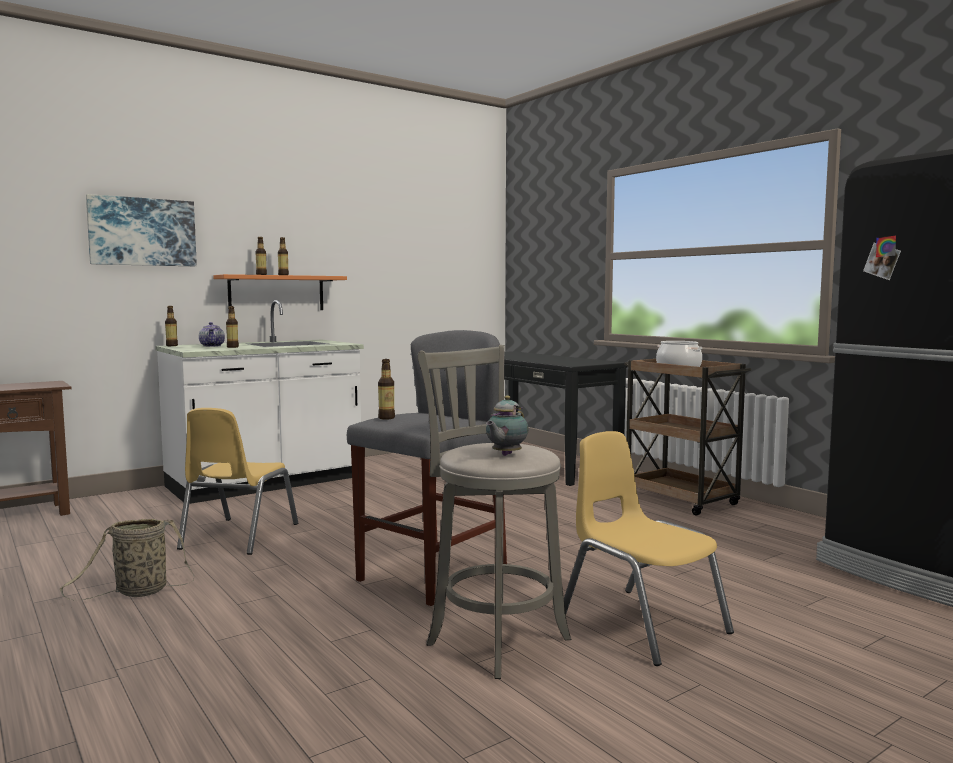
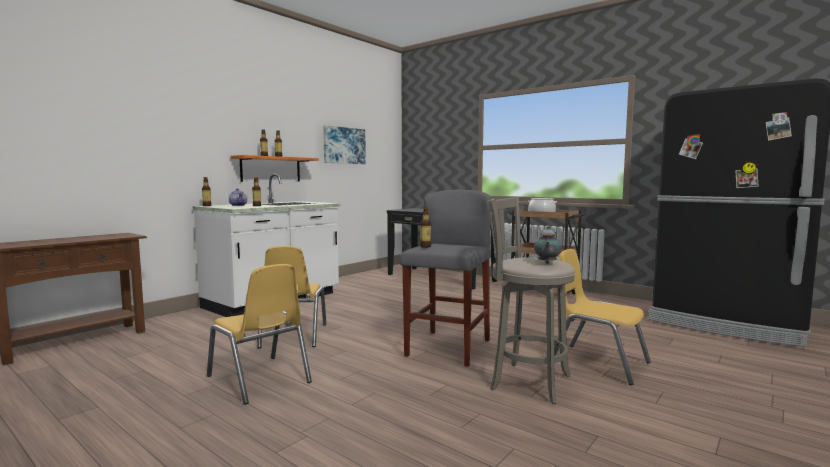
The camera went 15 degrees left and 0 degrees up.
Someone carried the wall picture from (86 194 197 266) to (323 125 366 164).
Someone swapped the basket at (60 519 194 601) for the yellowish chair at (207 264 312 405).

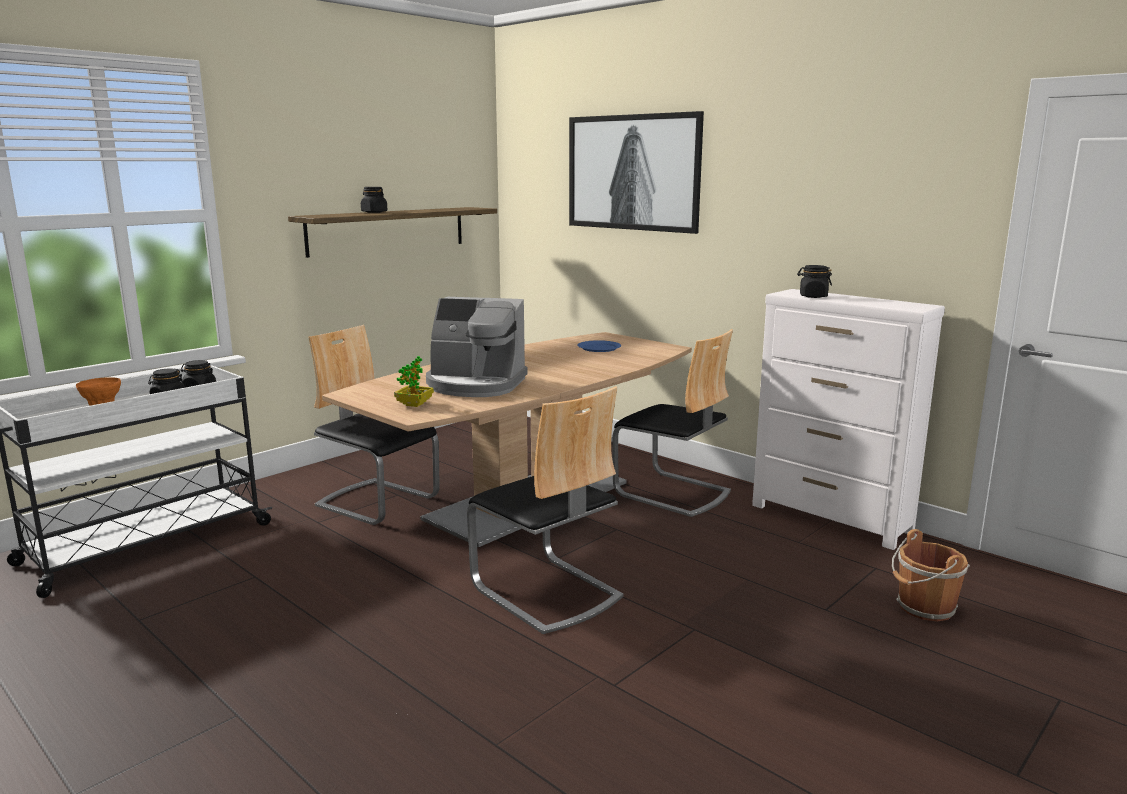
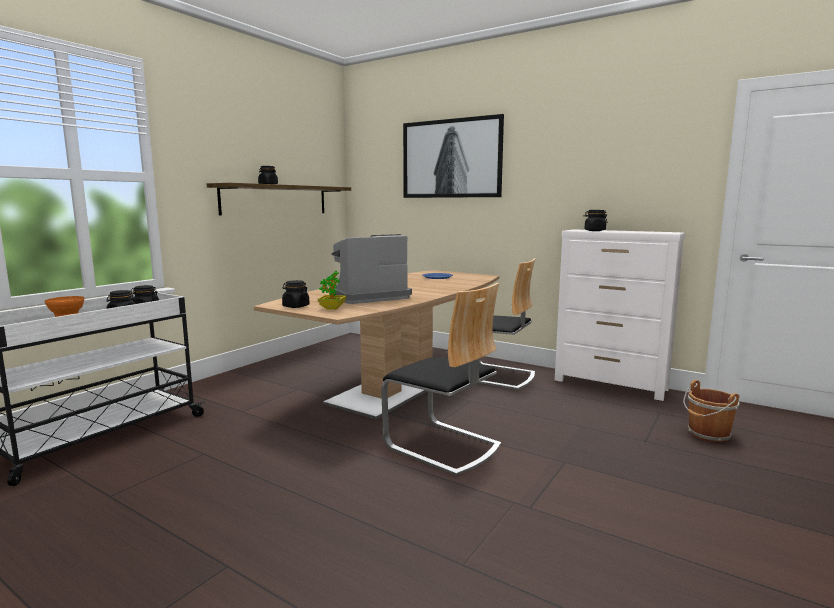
The camera went 10 degrees left and 5 degrees down.
Someone rotated the coffee brewer at (426 297 528 397) by 150 degrees clockwise.
Someone took away the chair at (308 325 440 525).
Someone put down the black-coloured jar at (282 280 309 308).

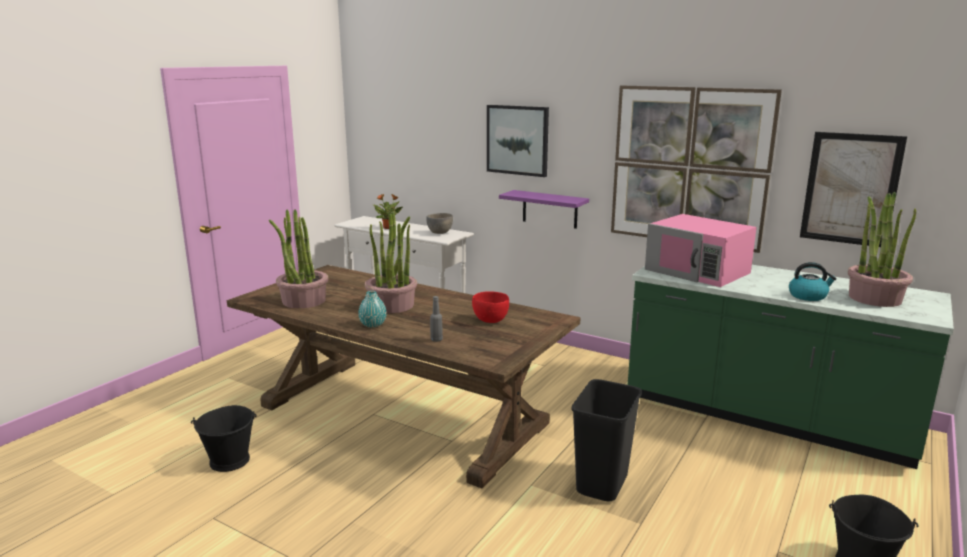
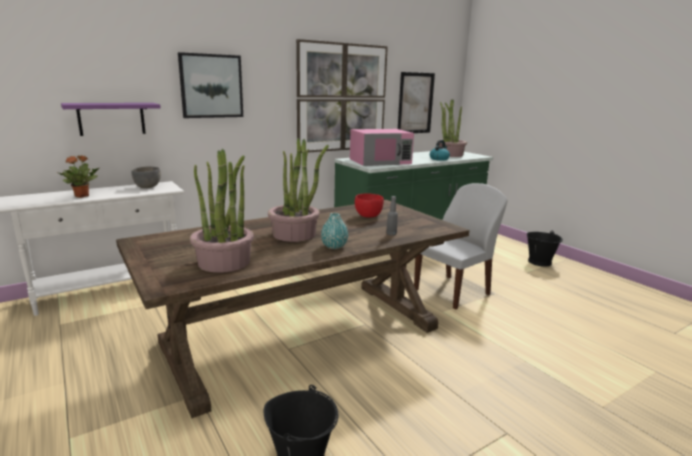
The camera went 65 degrees left and 0 degrees up.
Someone carried the purplish bracket shelf from (499 190 589 229) to (61 103 161 136).
Someone swapped the black-coloured rubbish bin at (571 379 642 501) for the white-coloured chair at (414 183 507 310).

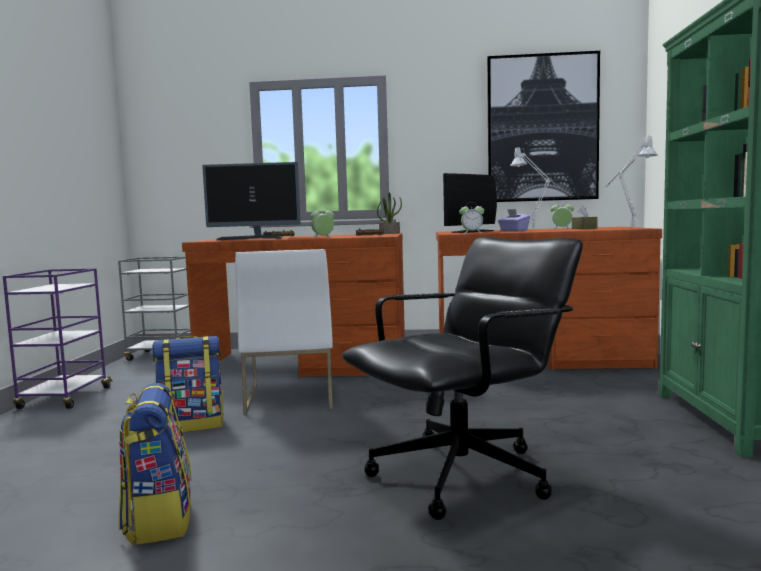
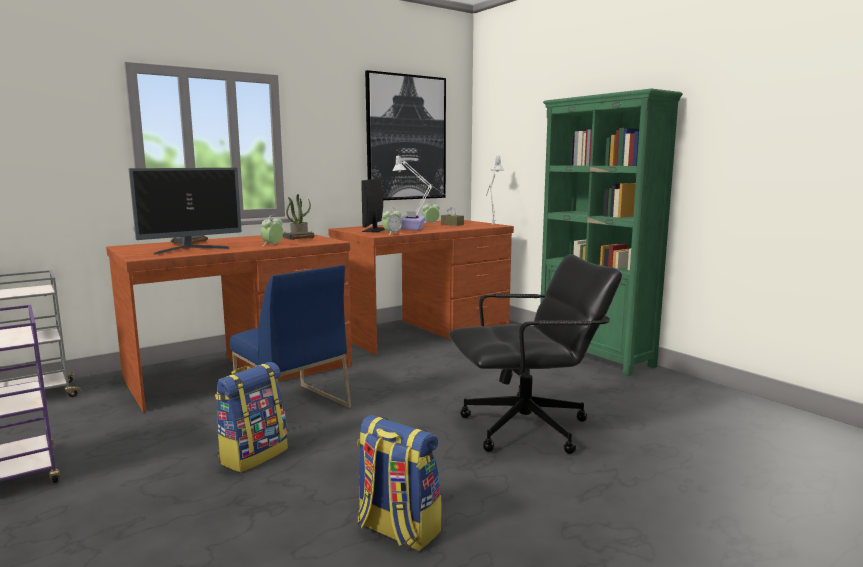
The camera went 40 degrees left and 5 degrees up.
Someone rotated the black-coloured desk chair at (342 237 583 520) by 60 degrees clockwise.
Someone repainted the white-coloured chair at (235 249 333 414), which became the bluish chair at (230 265 351 408).

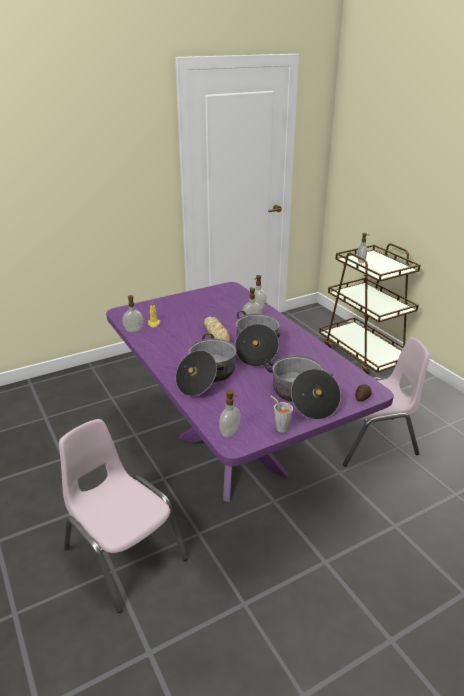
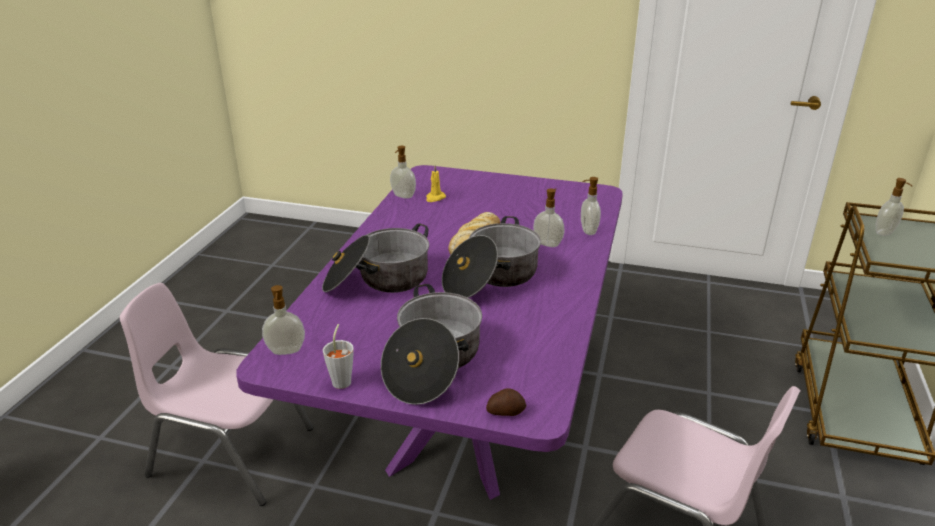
The camera went 45 degrees right and 0 degrees up.
Someone rotated the pinkish chair at (59 419 188 613) by 75 degrees counterclockwise.

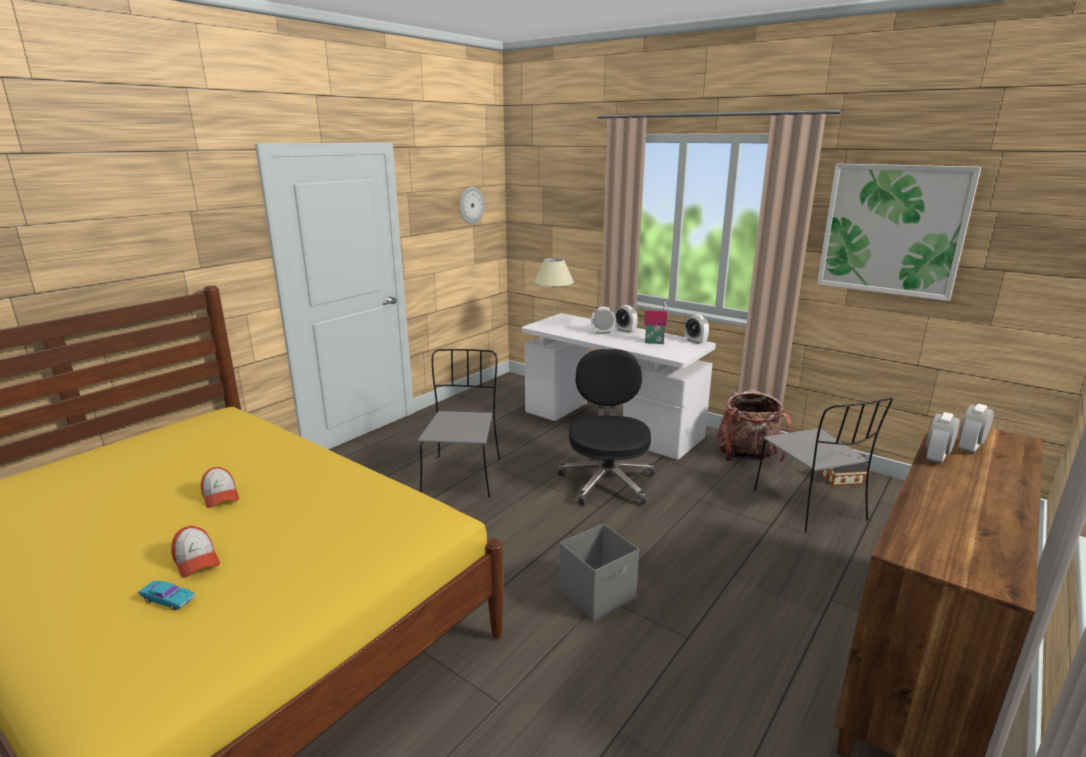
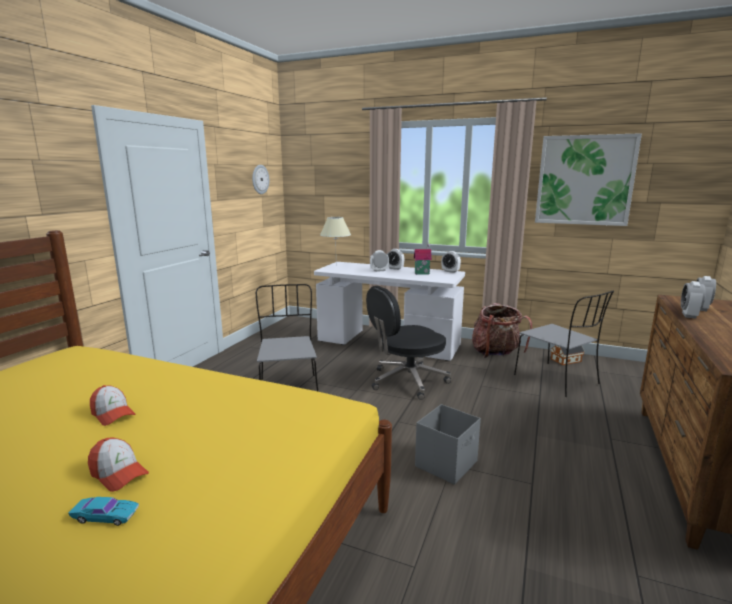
The camera went 15 degrees left and 5 degrees down.
Someone rotated the black-coloured desk chair at (558 349 655 506) by 105 degrees counterclockwise.

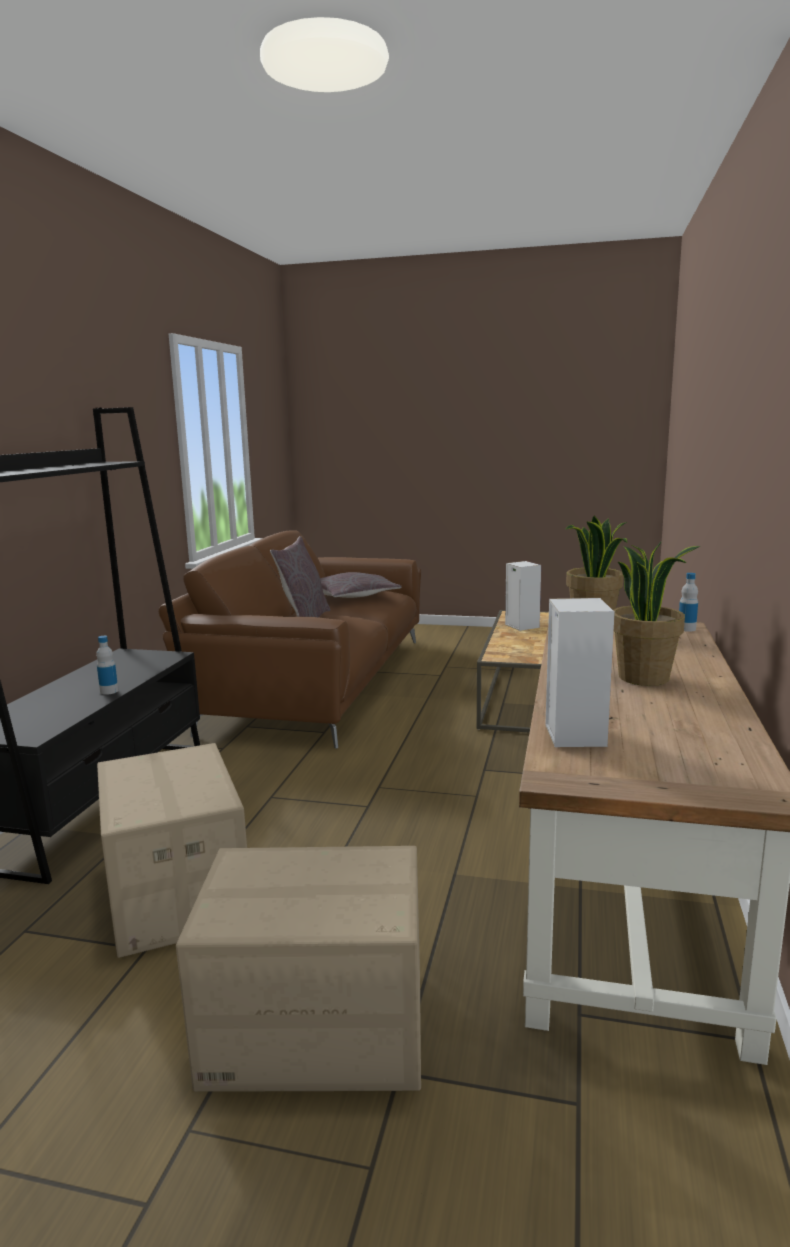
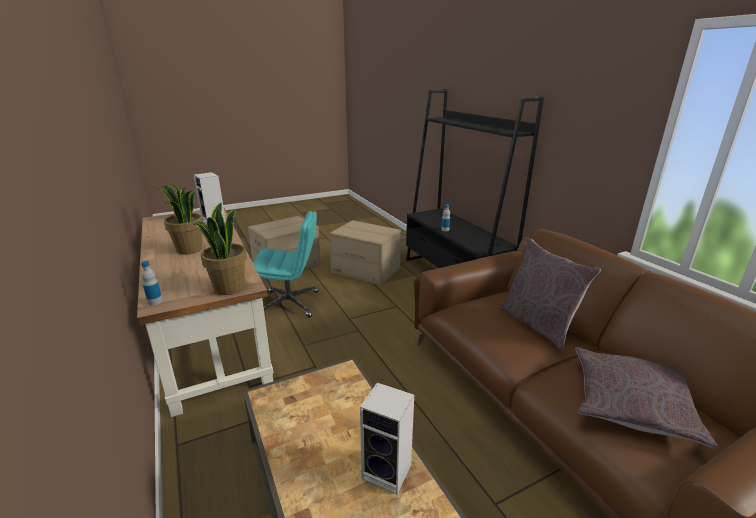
The camera went 140 degrees right and 10 degrees up.
Someone put down the turquoise-coloured desk chair at (253 211 319 318).

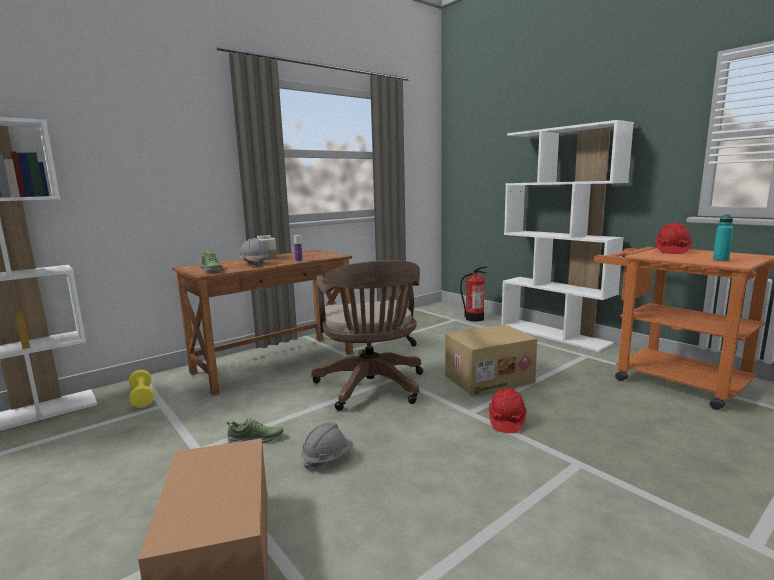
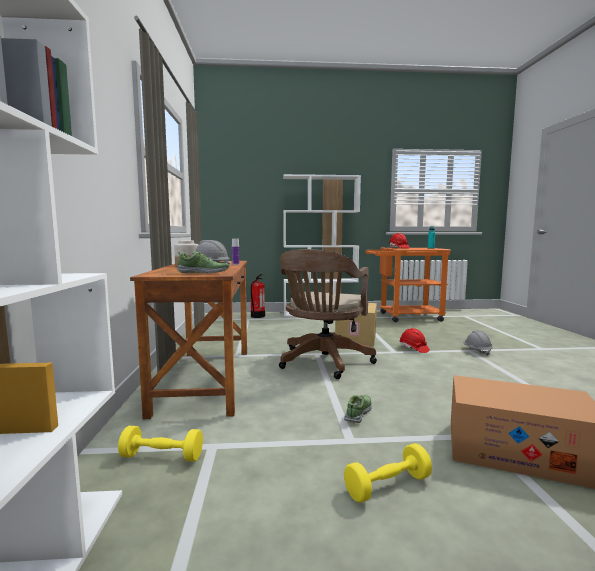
The camera went 55 degrees left and 5 degrees down.
Someone rotated the brown-coloured desk chair at (311 260 423 411) by 90 degrees clockwise.
Someone carried the gray safety helmet from (301 422 353 470) to (462 330 493 356).
Someone put down the yellowish dumbbell at (344 443 432 503).

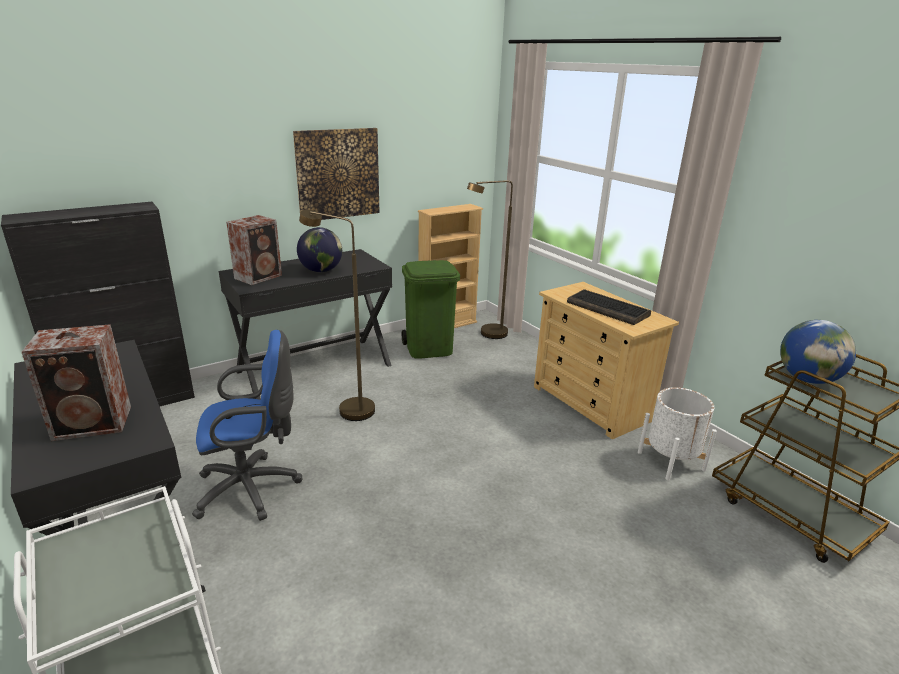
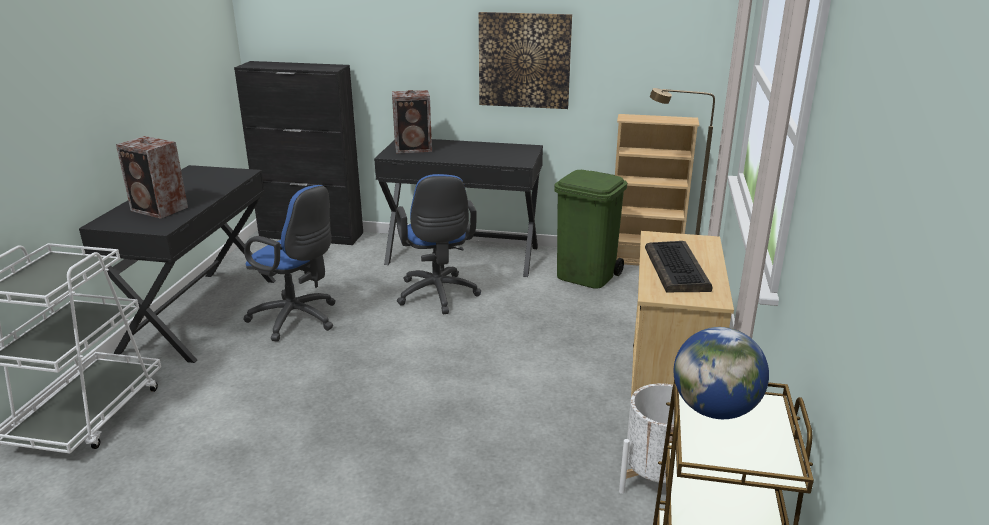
The camera went 45 degrees right and 0 degrees up.
Someone swapped the brown-coloured standard lamp at (299 210 375 421) for the bluish desk chair at (396 174 481 314).
Someone took away the world globe at (297 227 342 272).

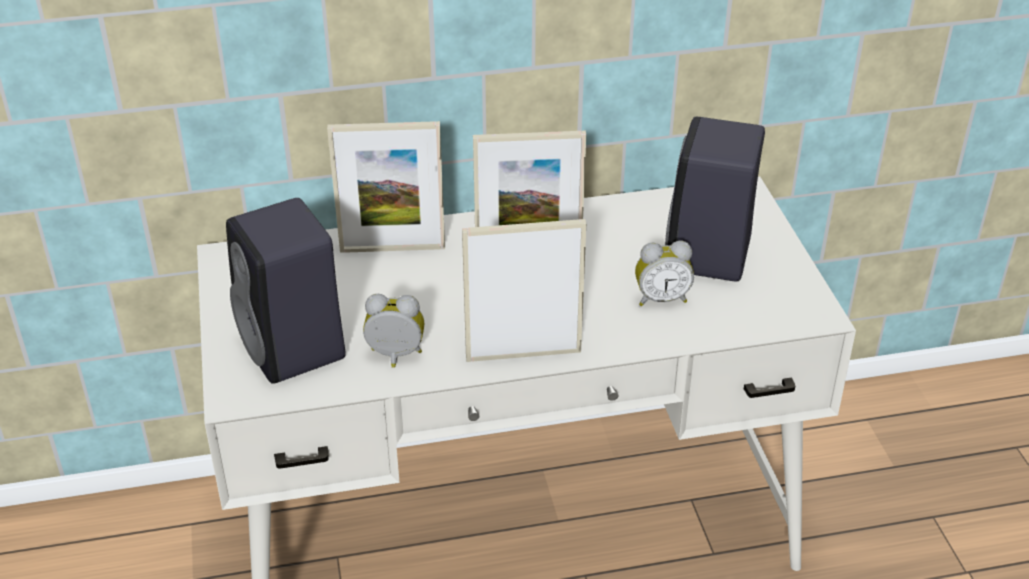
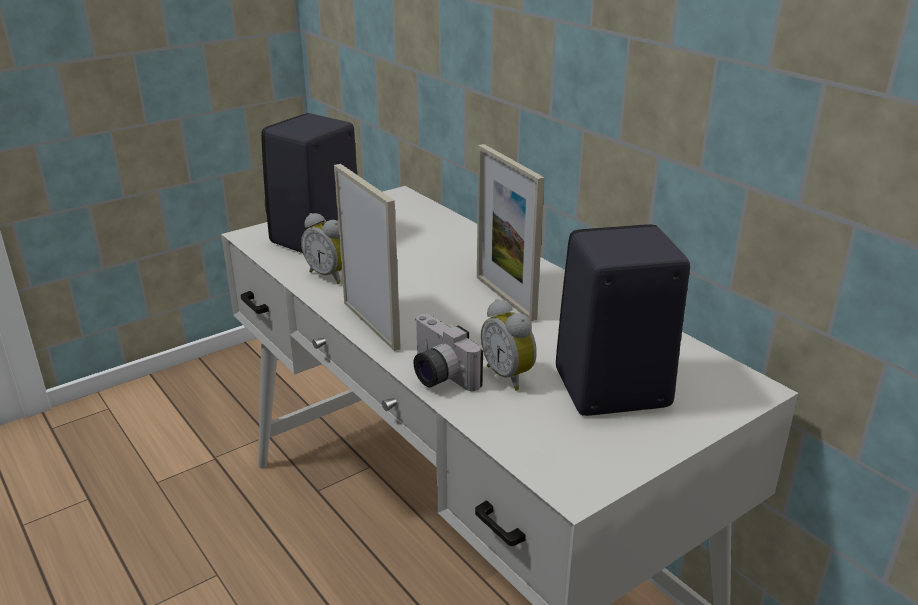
The camera went 65 degrees right and 10 degrees down.
Someone took away the photo frame at (327 121 445 253).
Someone rotated the bedside clock at (363 294 424 368) by 150 degrees clockwise.
Someone put down the still camera at (414 314 483 391).

